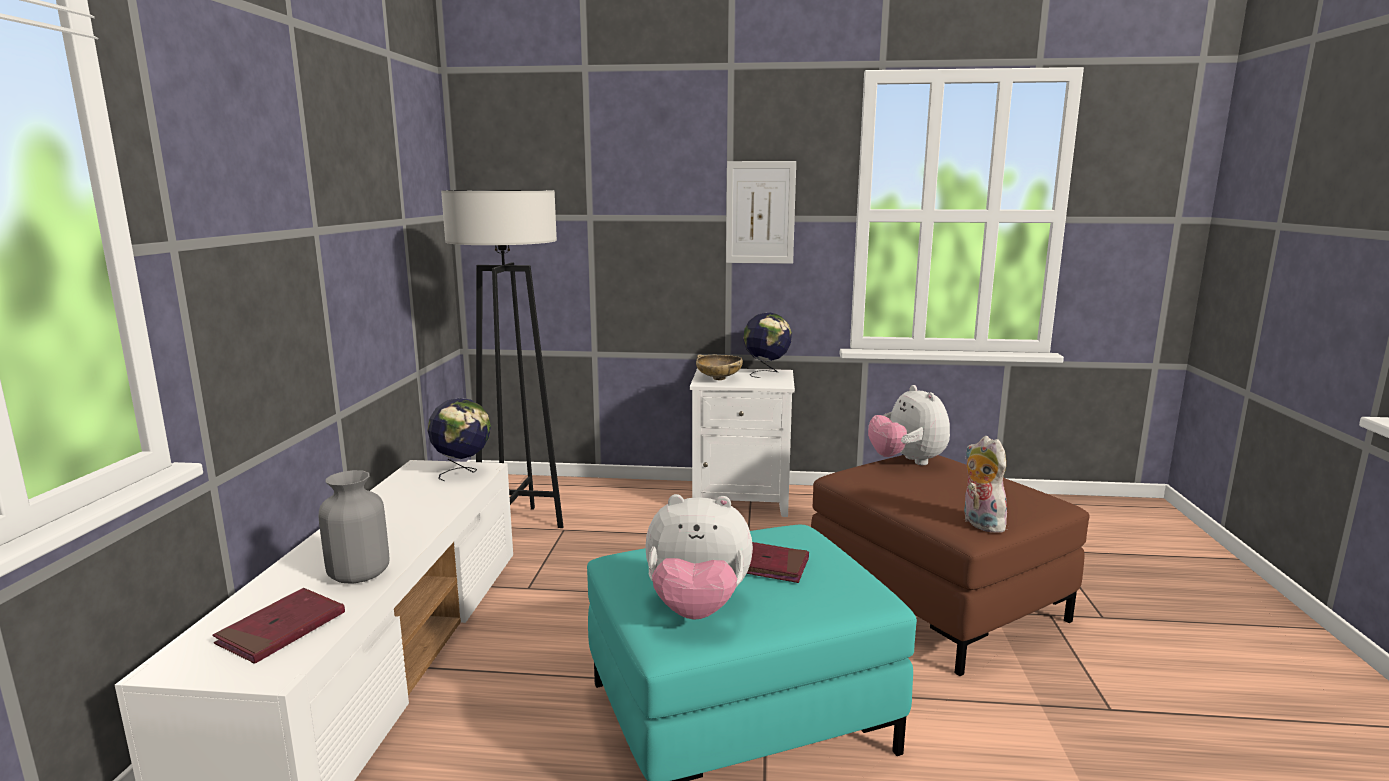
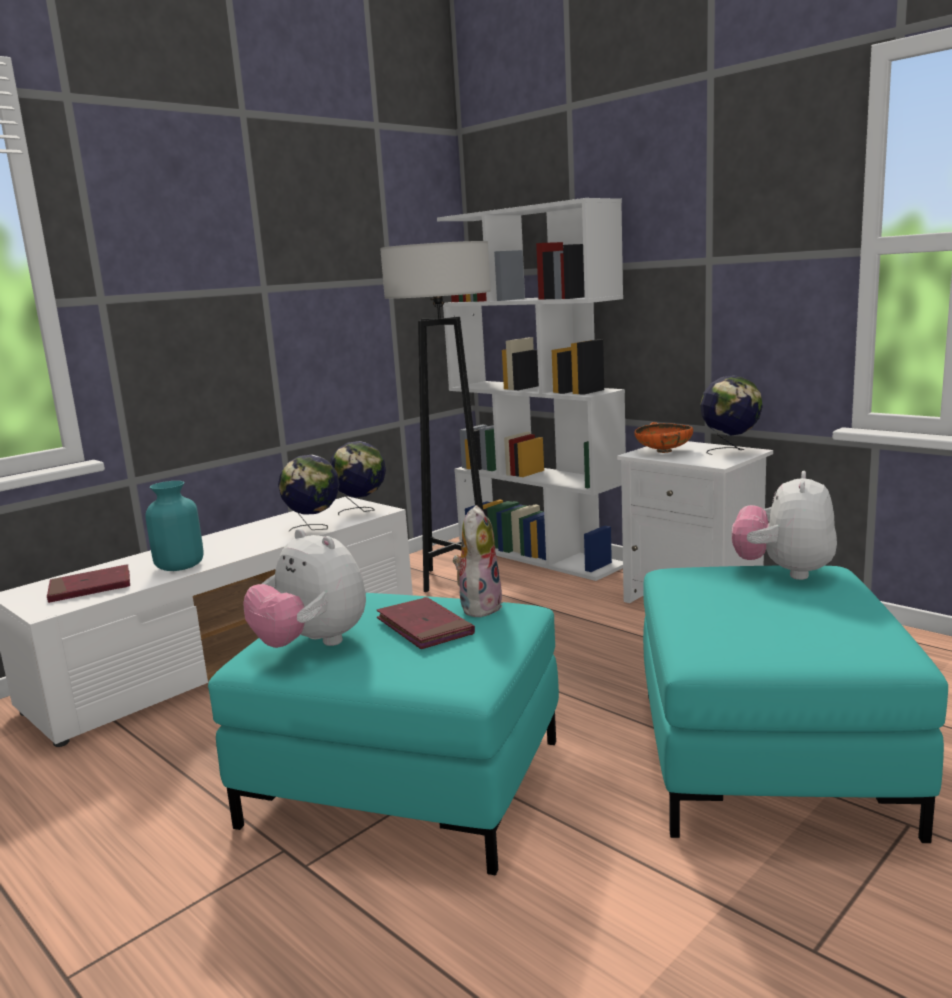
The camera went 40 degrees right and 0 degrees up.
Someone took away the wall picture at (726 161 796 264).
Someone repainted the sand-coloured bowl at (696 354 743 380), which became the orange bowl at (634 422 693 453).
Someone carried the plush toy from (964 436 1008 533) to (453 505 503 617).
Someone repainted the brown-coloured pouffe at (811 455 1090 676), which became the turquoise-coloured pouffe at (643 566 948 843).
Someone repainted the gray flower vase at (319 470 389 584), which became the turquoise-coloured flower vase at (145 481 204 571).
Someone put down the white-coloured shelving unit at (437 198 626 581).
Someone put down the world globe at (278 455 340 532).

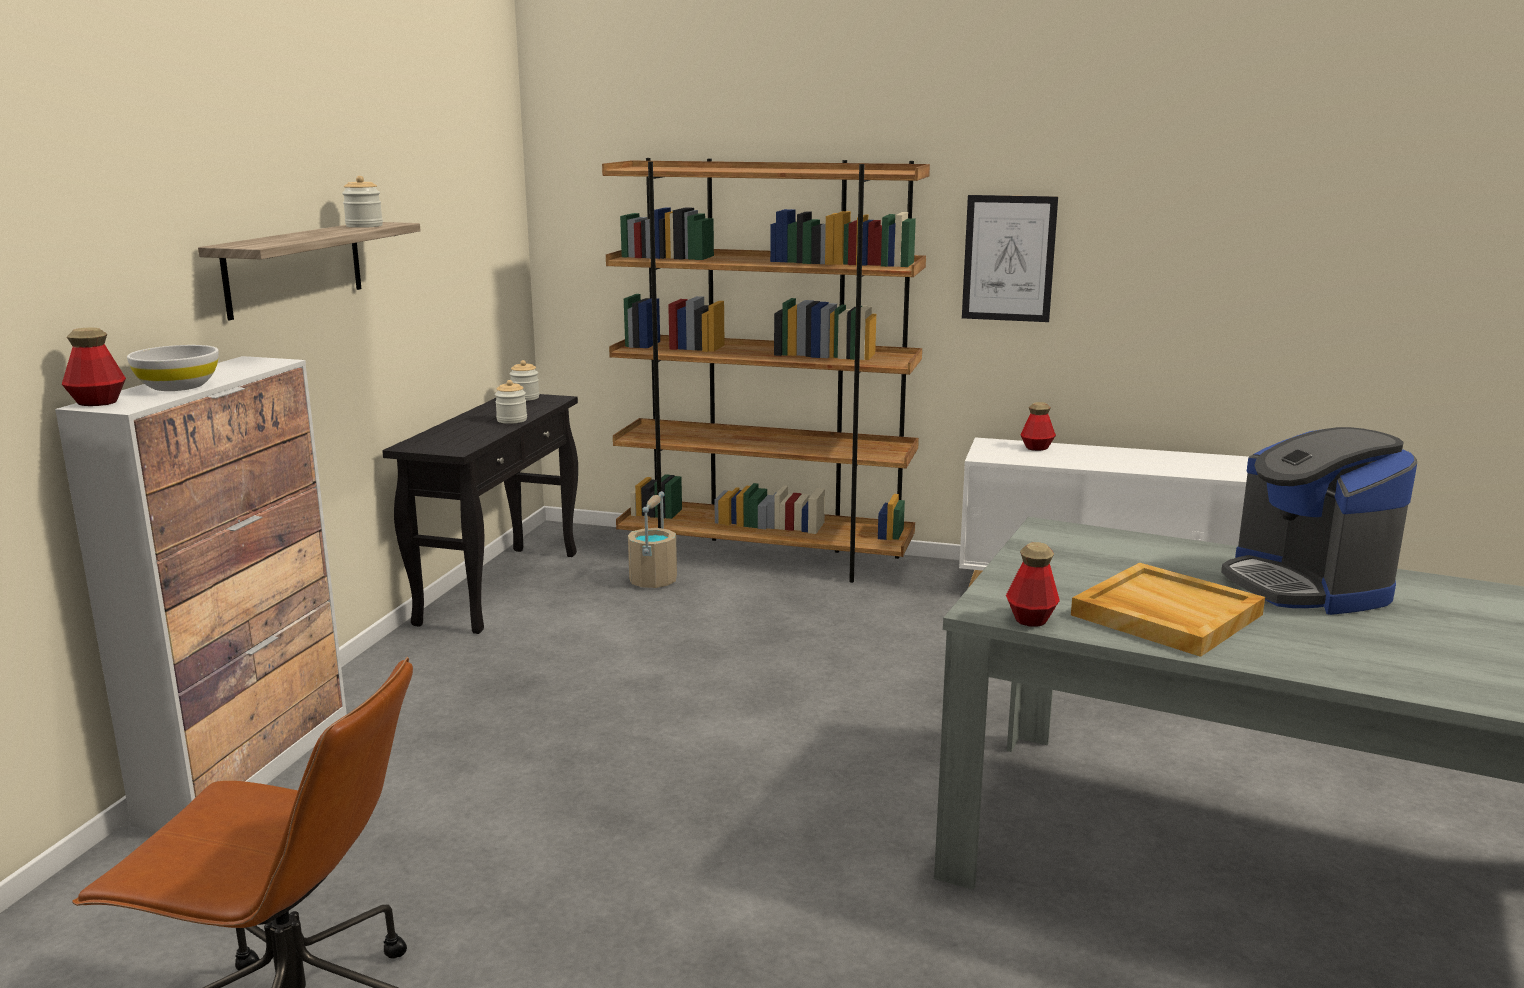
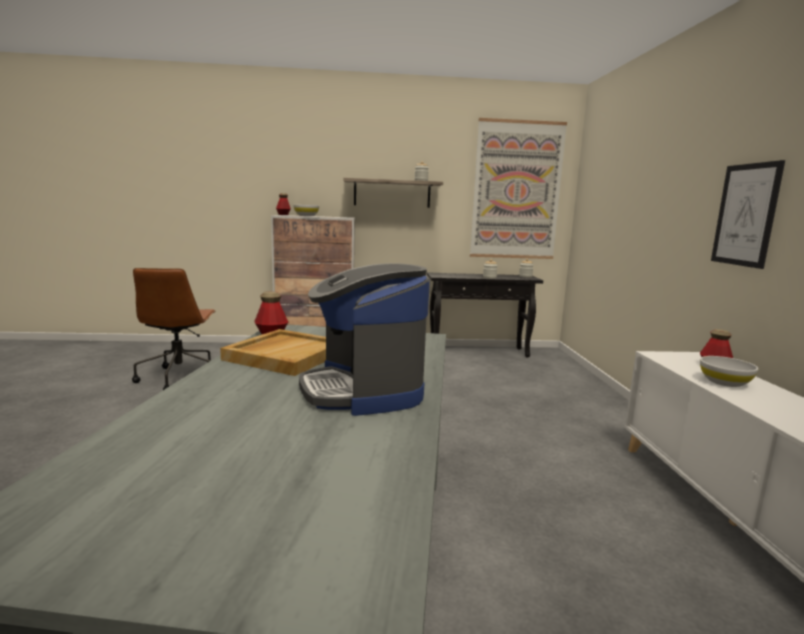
The camera went 70 degrees right and 5 degrees down.
Someone took away the brown-coloured shelving unit at (602 158 930 583).
Someone rotated the coffee brewer at (1221 427 1417 615) by 75 degrees counterclockwise.
Someone took away the sand-coloured pail at (628 491 677 588).
Someone put up the wall picture at (470 118 567 259).
Someone put down the white-coloured bowl at (700 356 758 387).

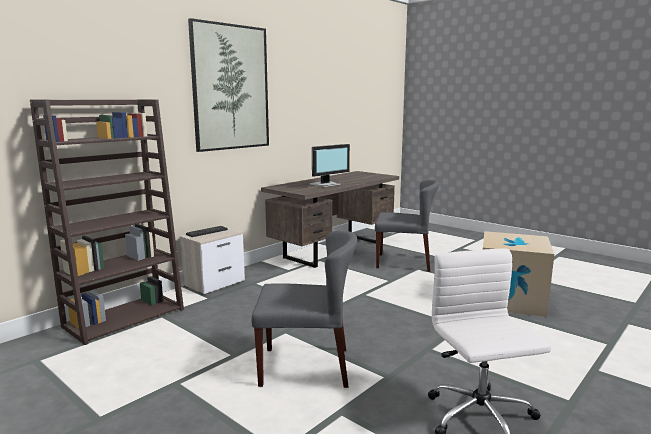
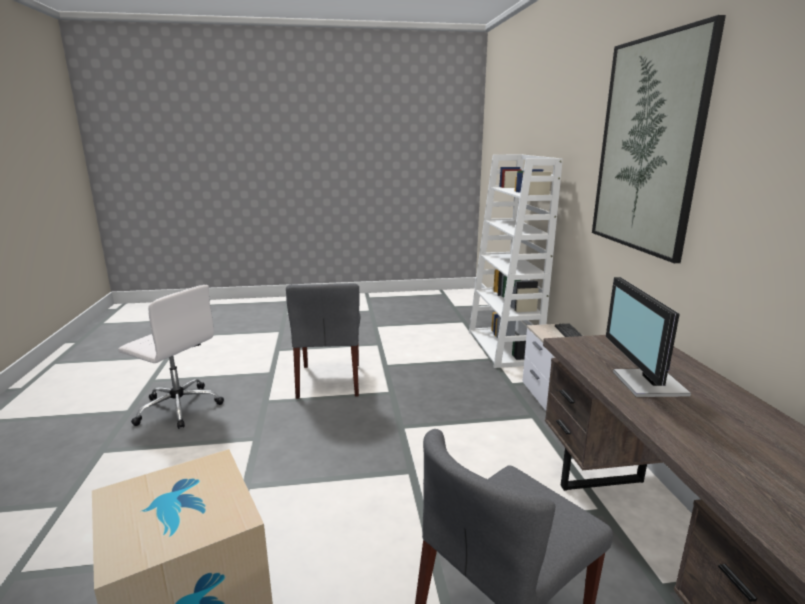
The camera went 130 degrees right and 5 degrees up.
Someone repainted the brown-coloured shelving unit at (30 99 184 345), which became the white-coloured shelving unit at (469 154 563 368).
Someone rotated the gray chair at (251 230 357 388) by 45 degrees counterclockwise.

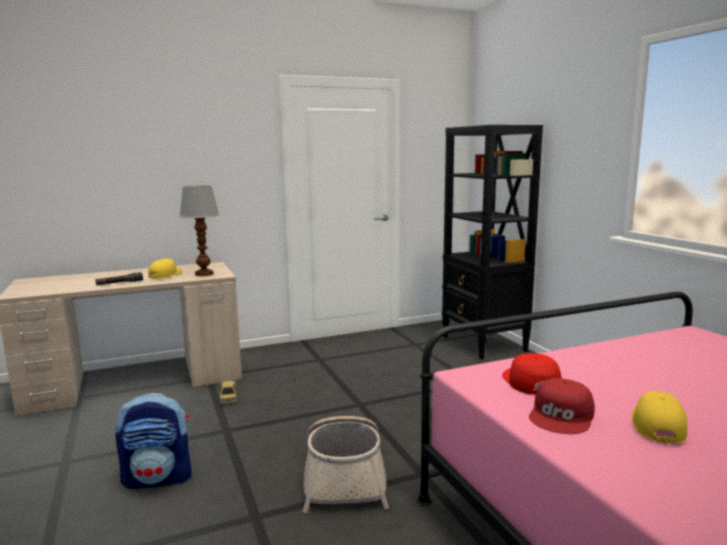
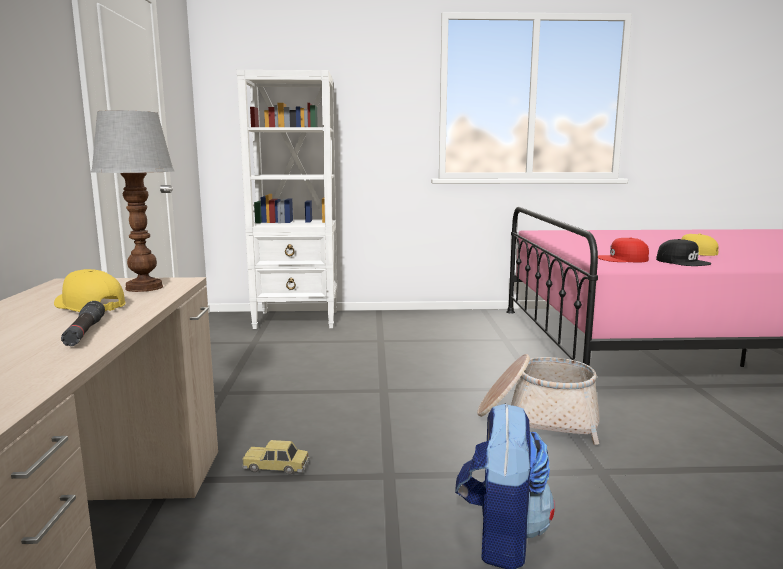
The camera went 70 degrees left and 0 degrees up.
Someone repainted the black-coloured shelving unit at (442 125 543 360), which became the white-coloured shelving unit at (237 70 337 329).
Someone repainted the reddish cap at (529 378 595 434), which became the black-coloured cap at (656 239 712 266).

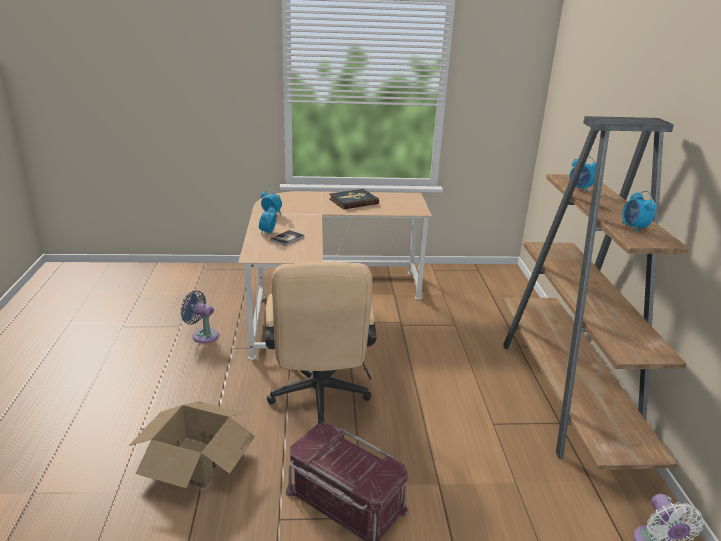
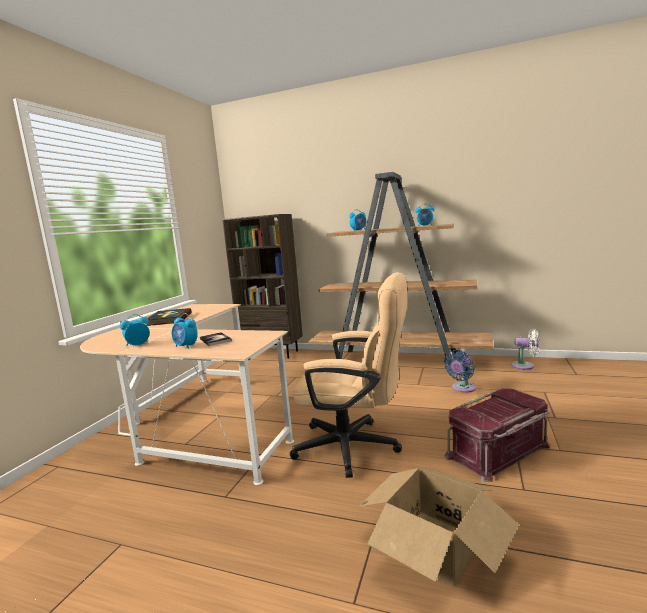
The camera went 65 degrees left and 15 degrees down.
Someone carried the bluish electric fan from (181 291 219 343) to (444 350 476 393).
Someone put down the brown-coloured shelving unit at (222 214 303 358).

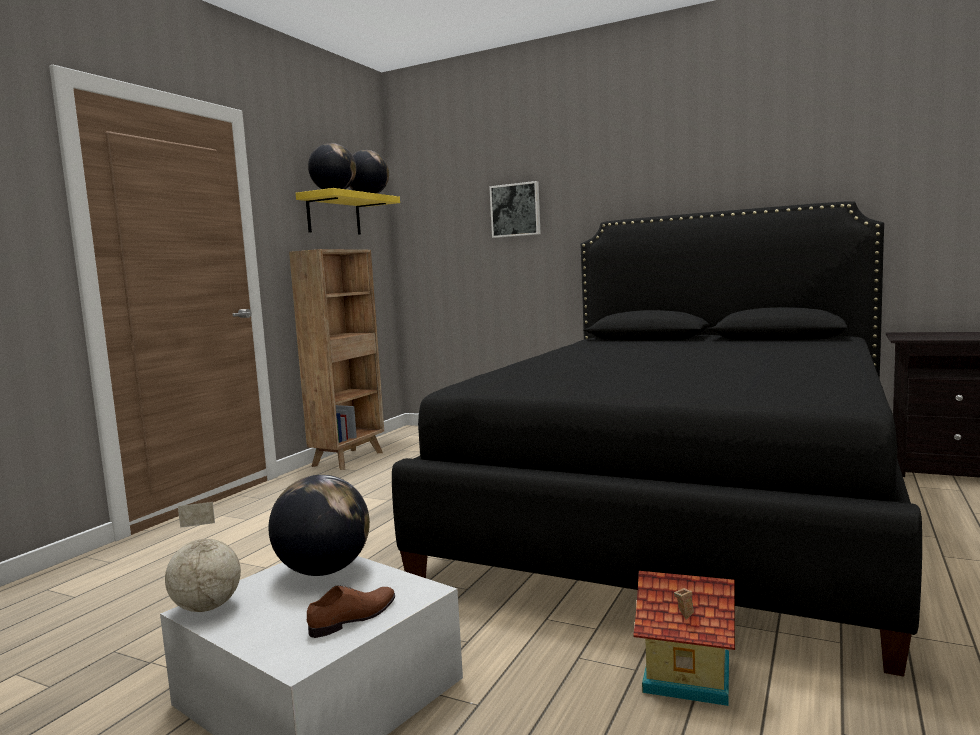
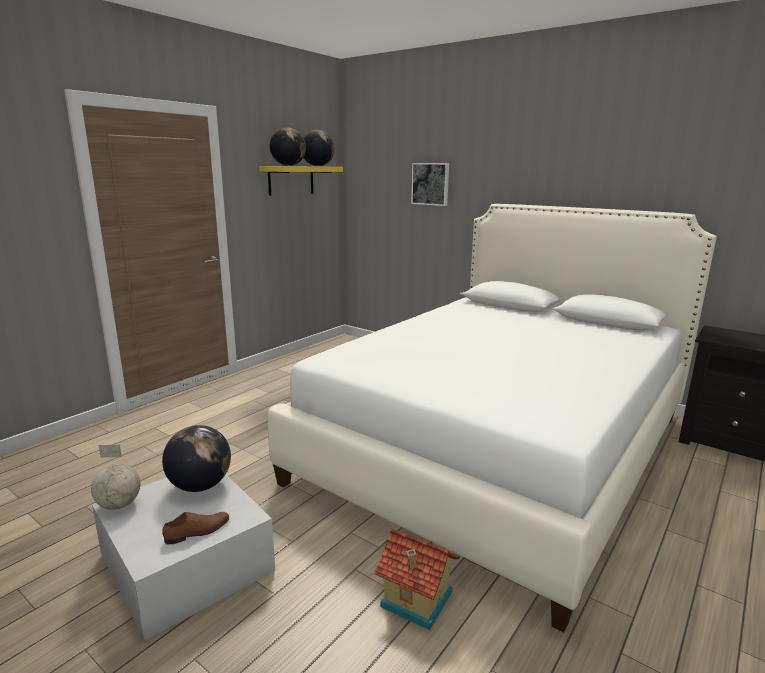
The camera went 10 degrees right and 10 degrees up.
Someone repainted the black-coloured bedroom bed at (392 201 922 677), which became the white-coloured bedroom bed at (268 204 717 633).
Someone took away the brown-coloured shelving unit at (289 249 384 470).

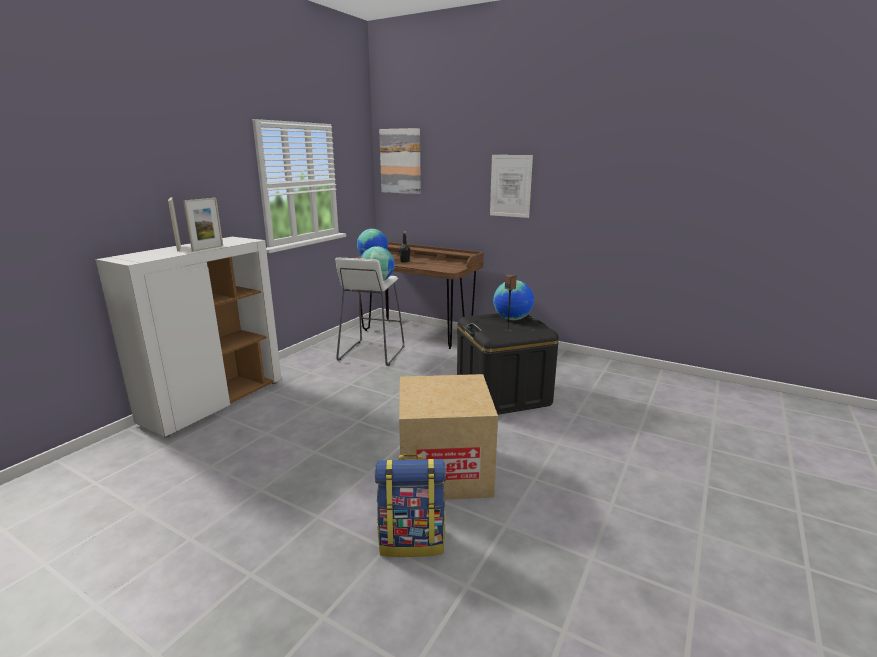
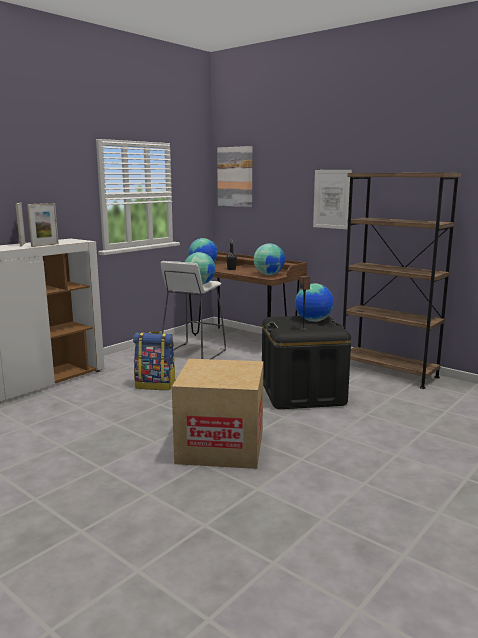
The camera went 10 degrees right and 5 degrees down.
Someone carried the backpack from (375 454 446 557) to (133 331 175 390).
Someone put down the brown-coloured shelving unit at (343 173 461 389).
Someone put down the world globe at (253 243 285 275).

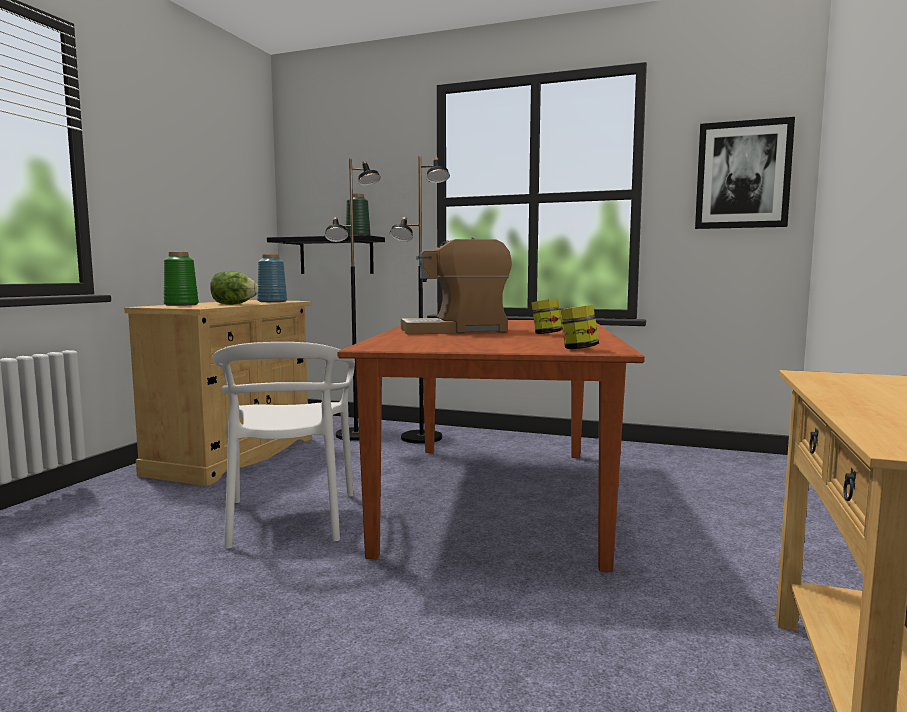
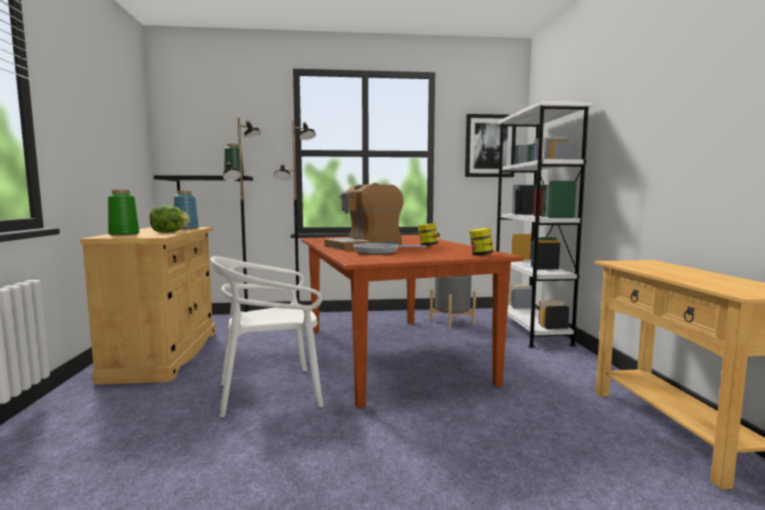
The camera went 25 degrees left and 0 degrees up.
Someone rotated the white-coloured chair at (212 342 355 549) by 105 degrees clockwise.
Someone put down the white-coloured shelving unit at (496 100 592 348).
Someone put down the skillet at (354 243 426 255).
Someone put down the gray planter at (430 275 476 329).

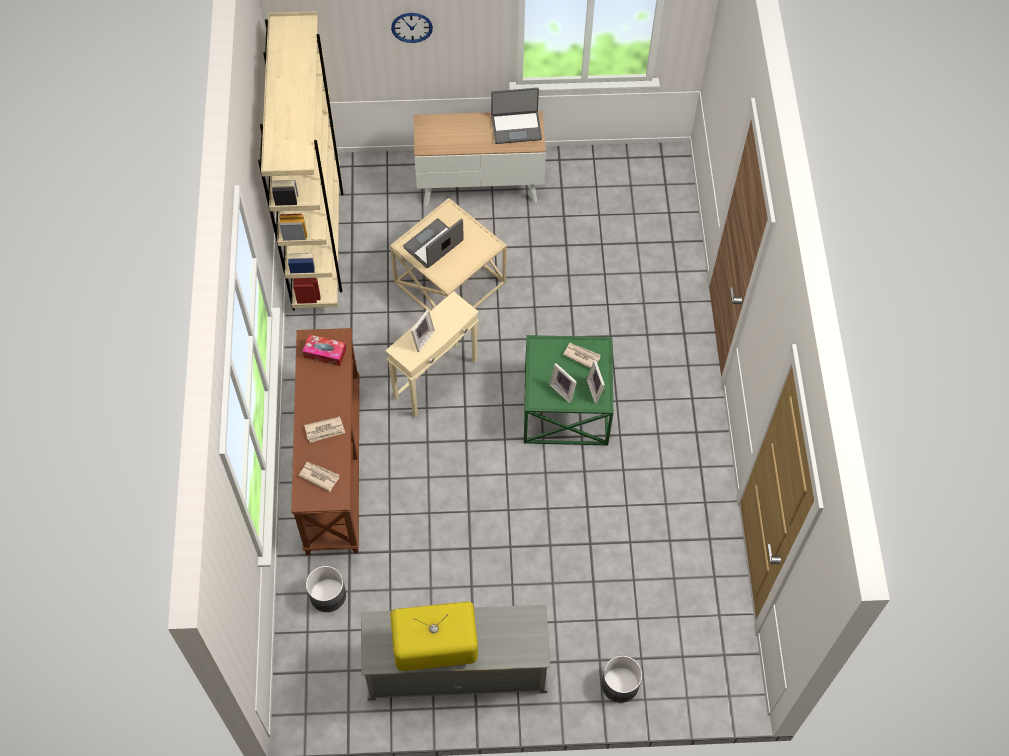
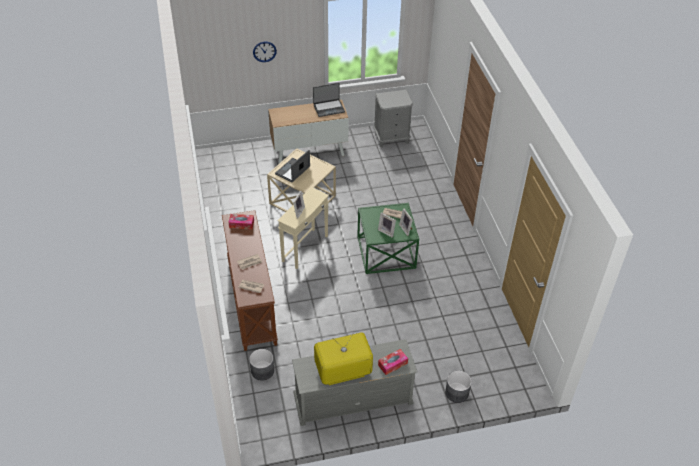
The camera went 10 degrees left and 15 degrees down.
Someone took away the sand-coloured shelving unit at (258 11 344 310).
Someone put down the gray night table at (374 90 413 147).
Someone put down the tissue box at (378 349 408 375).

